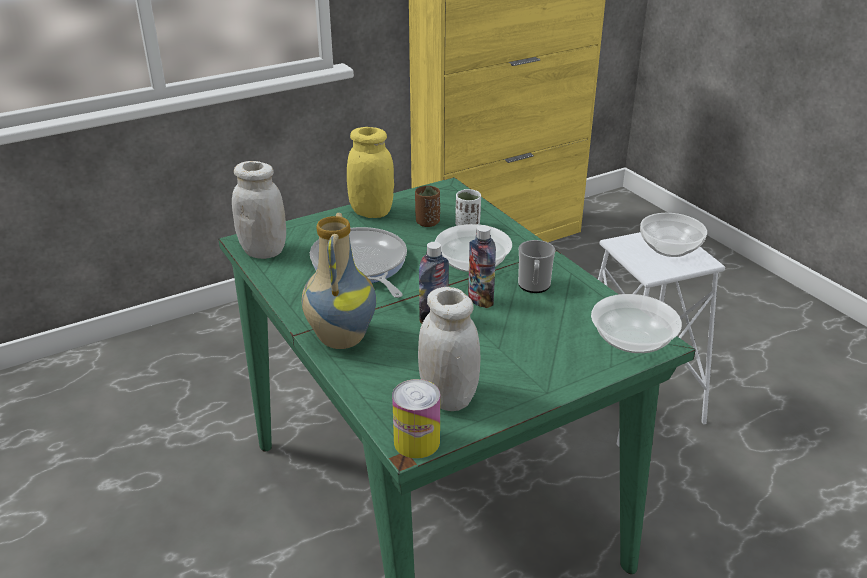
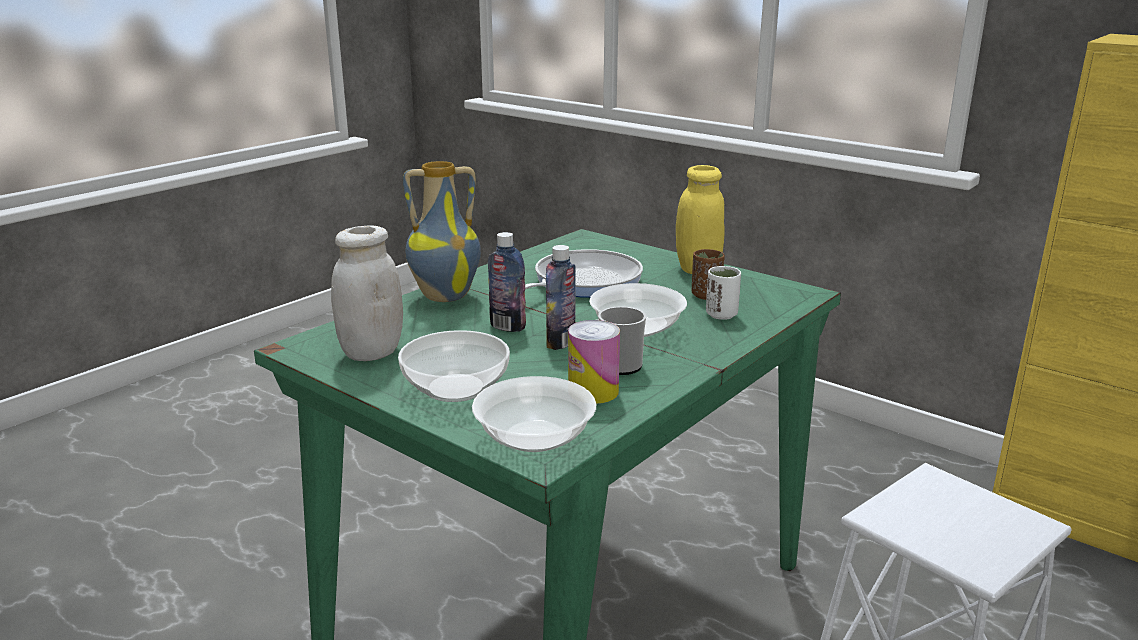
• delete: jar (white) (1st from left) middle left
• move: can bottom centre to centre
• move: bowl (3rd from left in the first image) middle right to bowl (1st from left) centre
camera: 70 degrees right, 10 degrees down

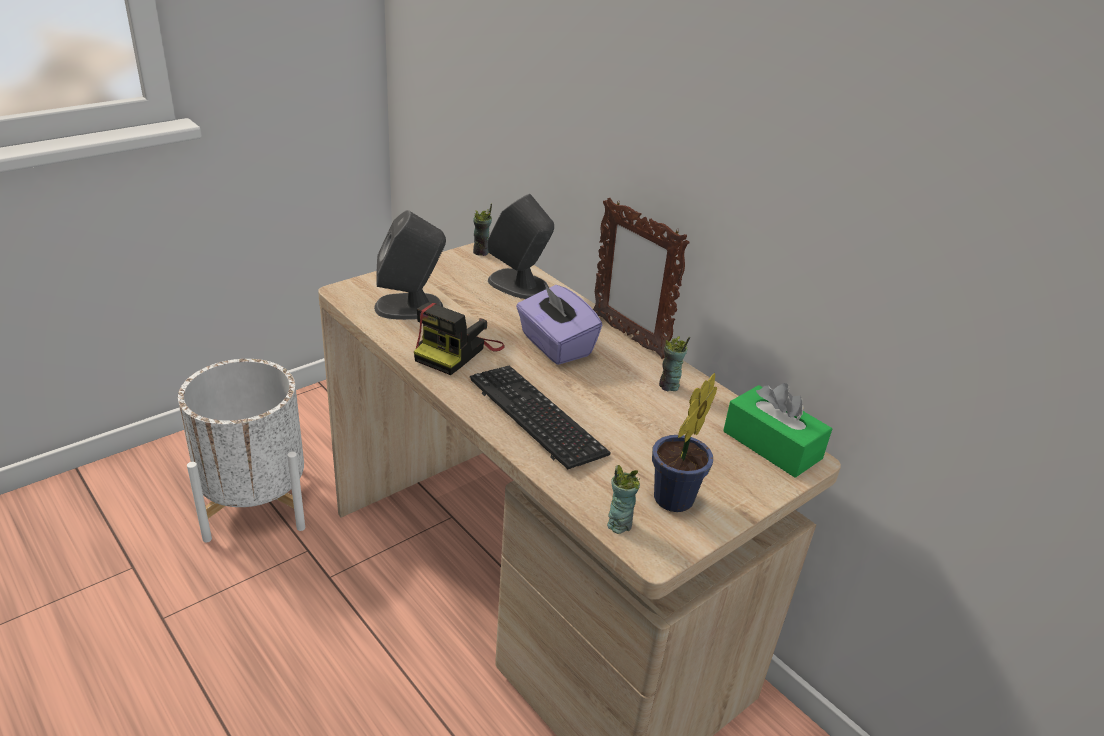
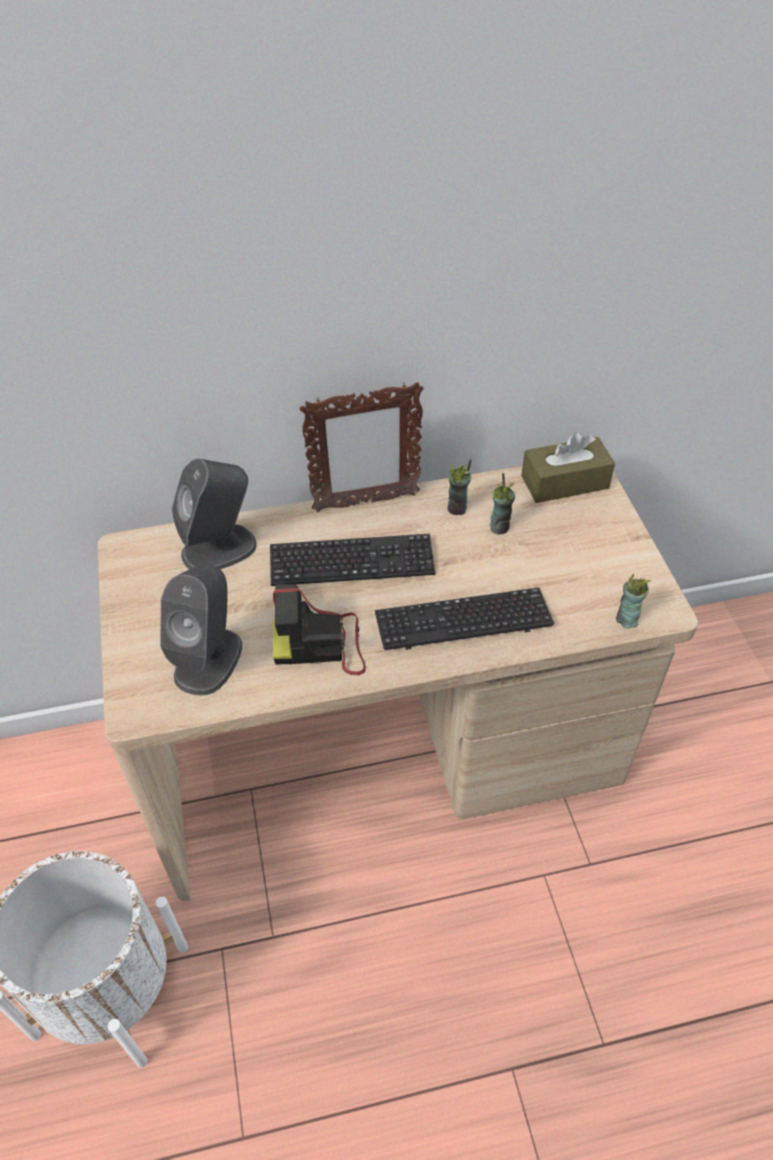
• delete: potted plant centre
• move: cup (1st from left in the first image) top centre to cup (2nd from left) centre
• replace: tissue box (purple) centre to keyboard (1st from left) centre
• recolor: tissue box (green) middle right to tissue box (brown) middle right
• rotate: photo camera centre = centre 120 degrees clockwise
camera: 60 degrees left, 15 degrees up

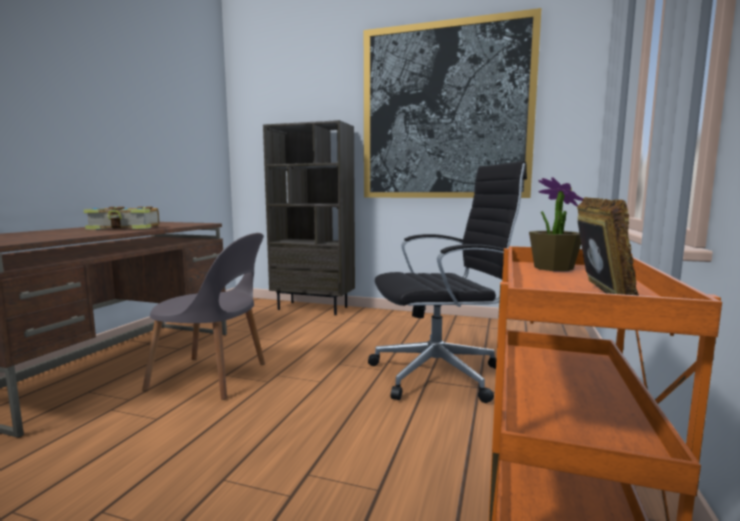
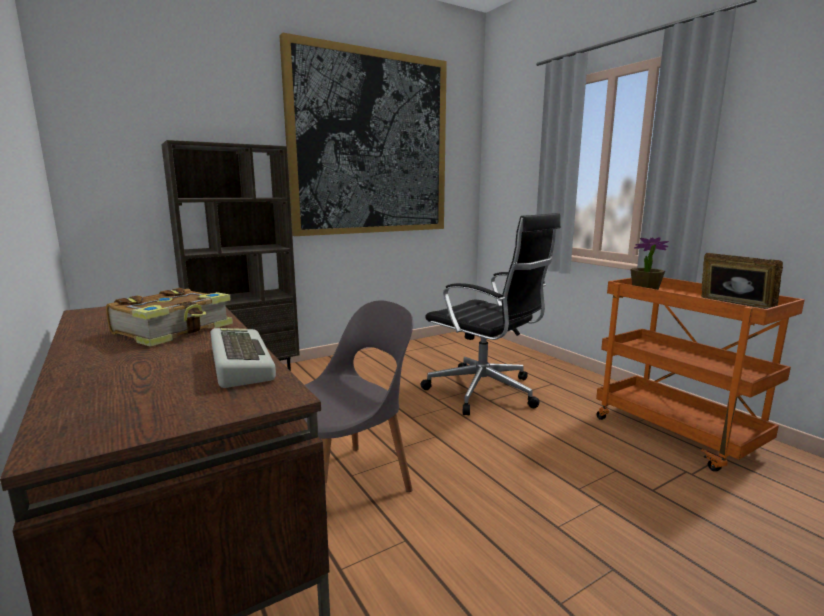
• insert: keyboard middle left
• rotate: office chair (black) centre = centre 105 degrees clockwise
camera: 50 degrees left, 5 degrees up

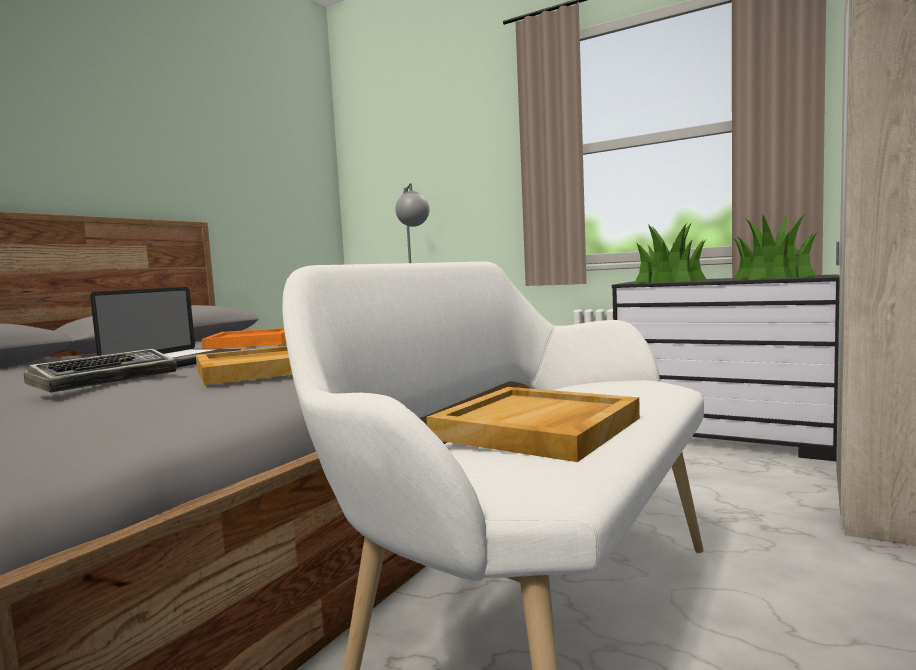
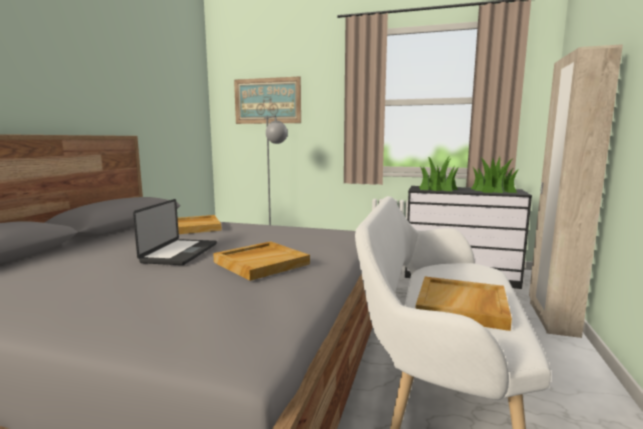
• delete: keyboard middle left
• insert: picture top centre
• recolor: tray (orange) middle left to tray (beige) (1st from left) middle left
camera: 15 degrees left, 5 degrees up

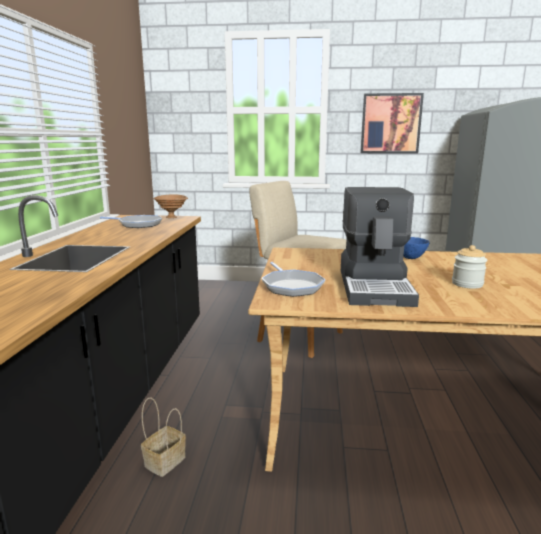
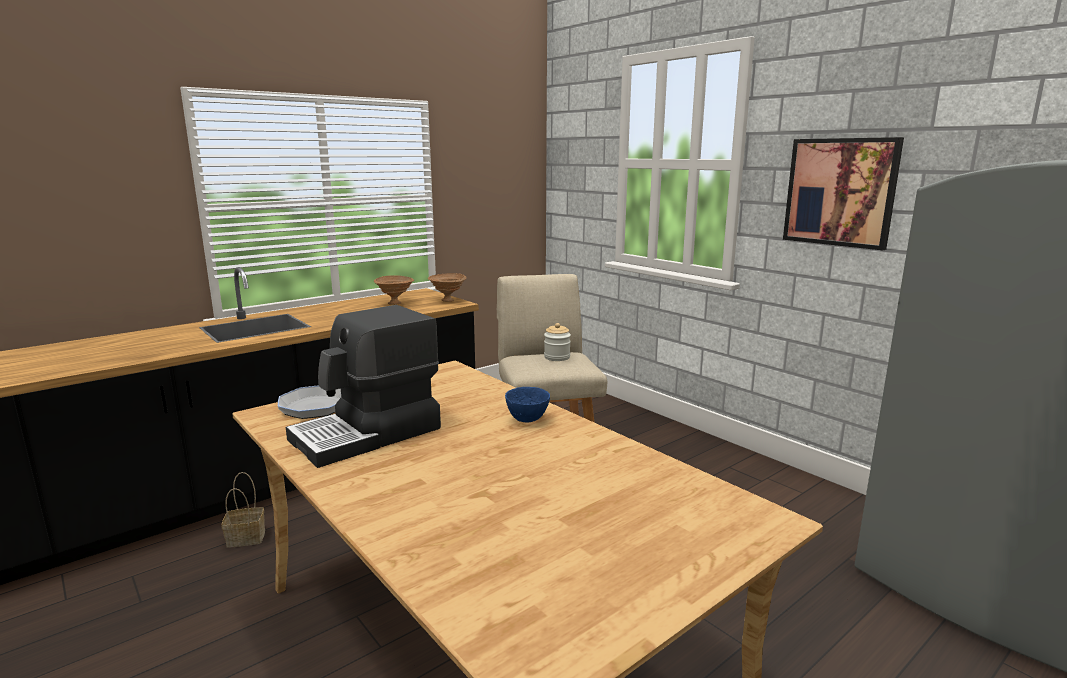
• move: jar middle right to centre
• replace: frying pan (1st from left) middle left to bowl (brown) (1st from left) centre
camera: 45 degrees right, 0 degrees up

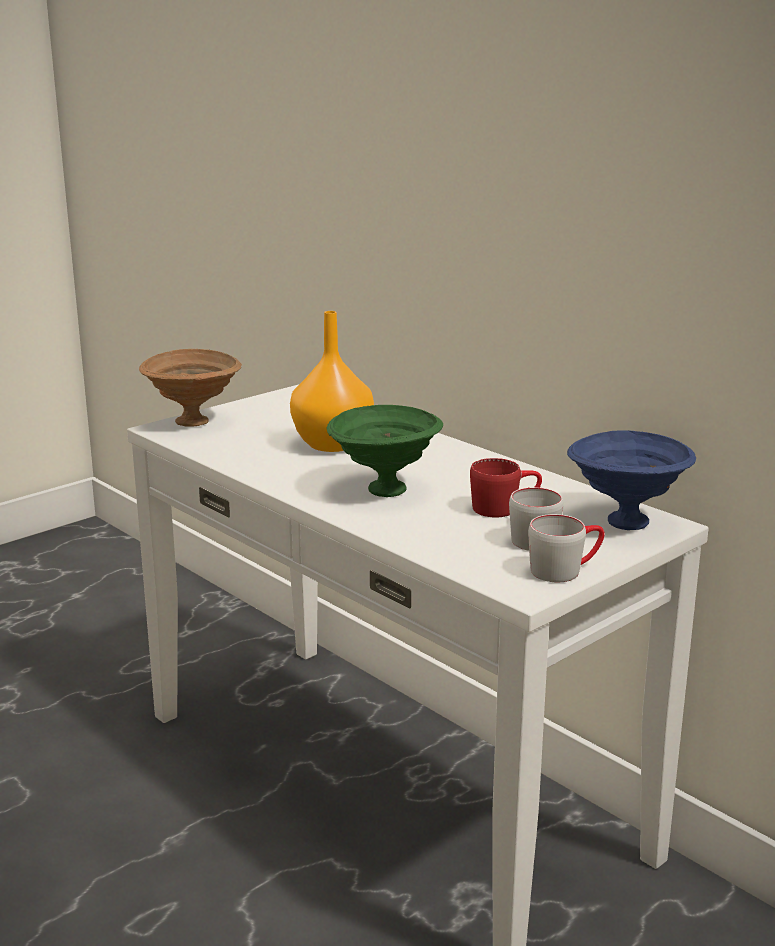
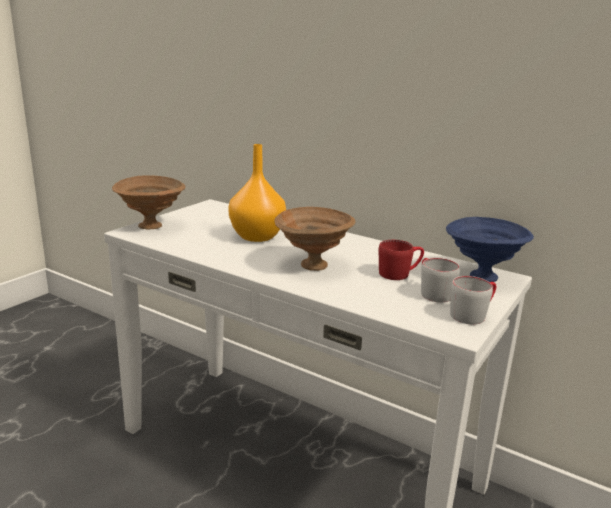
• recolor: bowl (green) centre to bowl (brown) (2nd from left) centre
camera: 15 degrees left, 0 degrees up

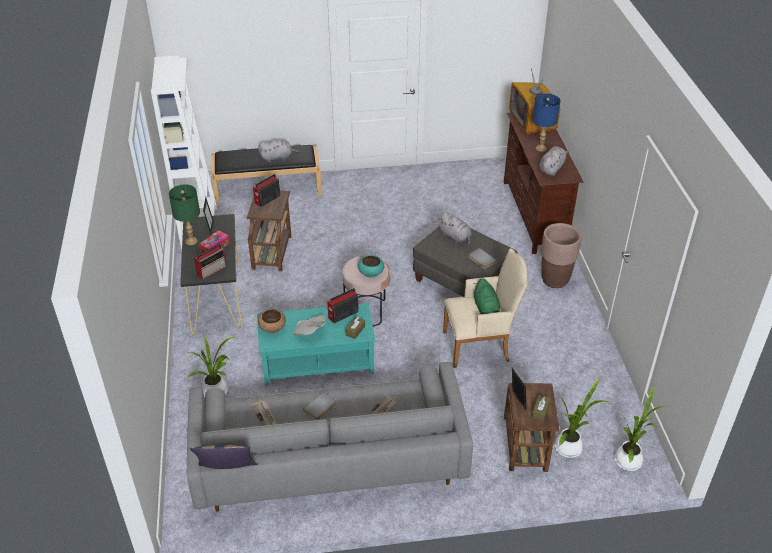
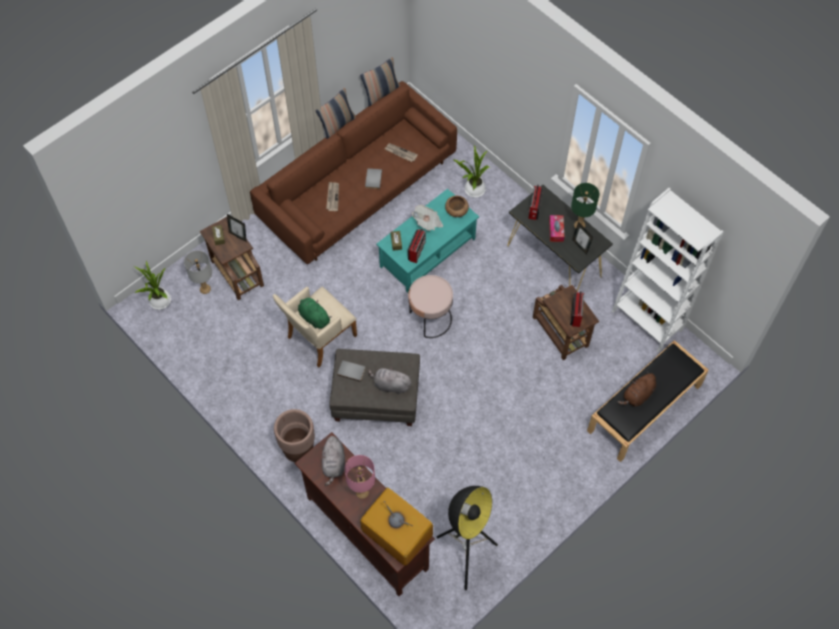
• delete: bowl (turquoise) centre
• insert: pillow (1st from left) top centre
• insert: floor lamp bottom centre
• replace: potted plant (2nd from left) bottom right to table lamp (grey) middle left
• recolor: sofa (grey) bottom centre to sofa (brown) top centre
• recolor: plush toy (grey) (1st from left) top centre to plush toy (brown) middle right
• recolor: table lamp (blue) top right to table lamp (pink) bottom centre
camera: 145 degrees right, 20 degrees up

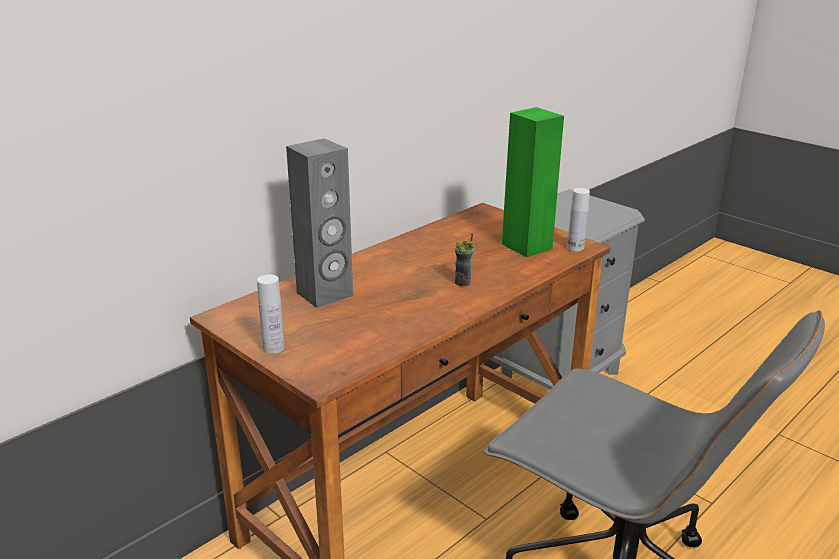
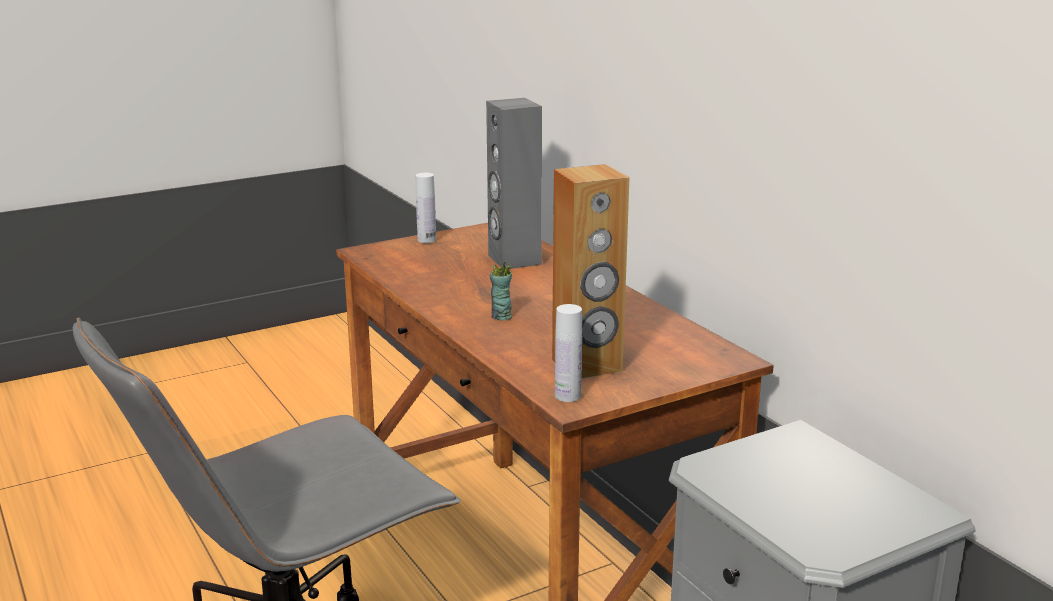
• recolor: speaker (green) top centre to speaker (brown) centre
camera: 105 degrees right, 5 degrees down

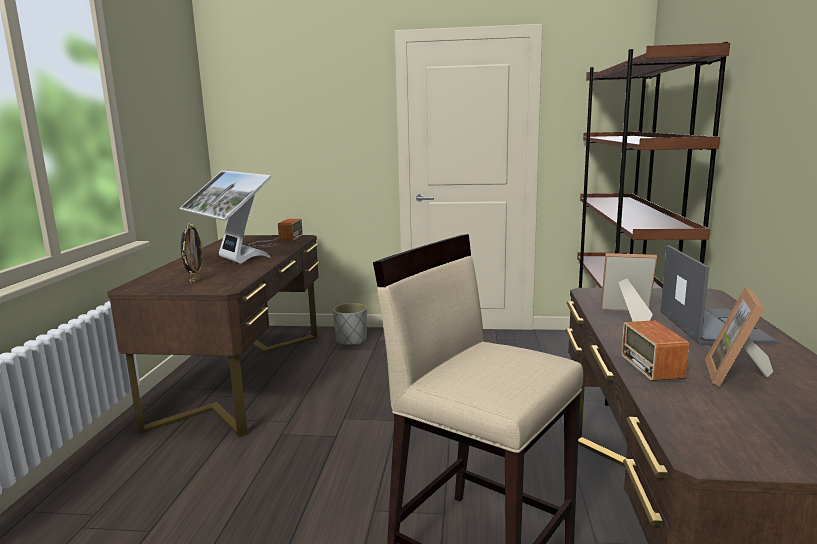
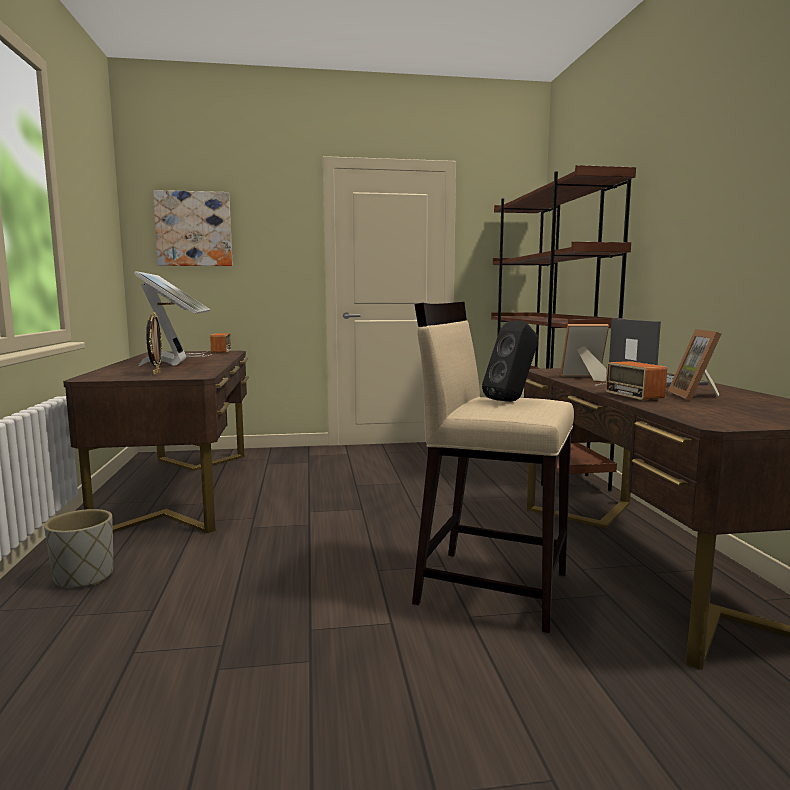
• insert: picture top left
• insert: speaker (black) centre
• move: planter (grey) centre to bottom left
• rotate: monitor middle left = middle left 135 degrees counterclockwise
camera: 15 degrees left, 5 degrees down

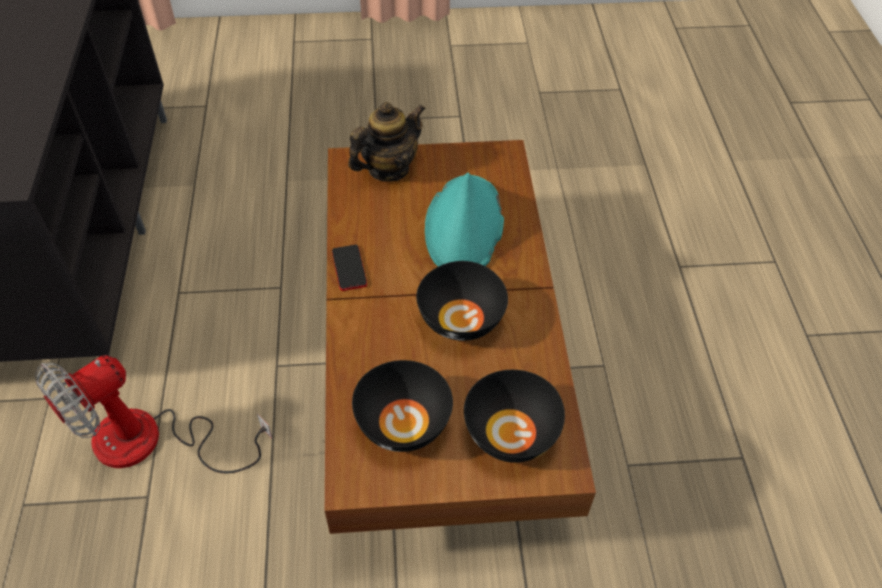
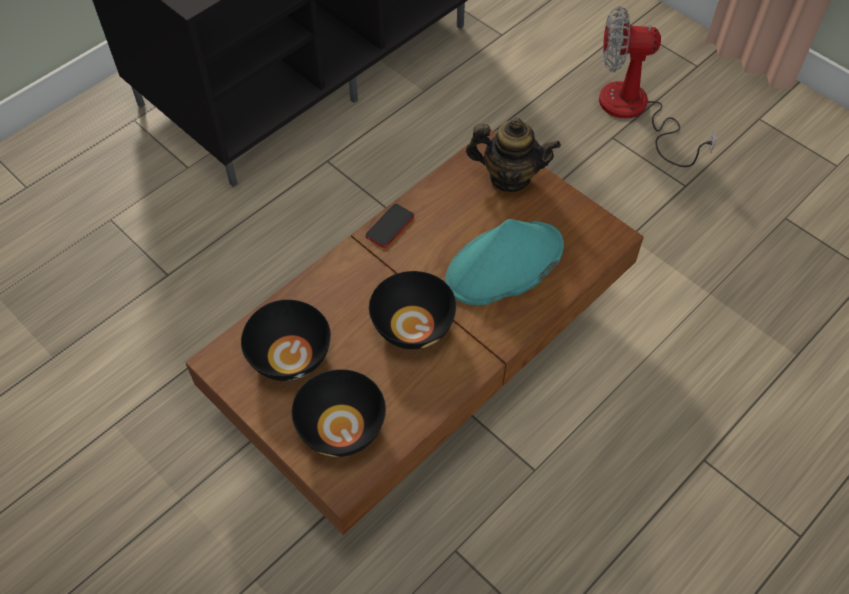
• move: fan bottom left to top right
camera: 50 degrees right, 5 degrees up

